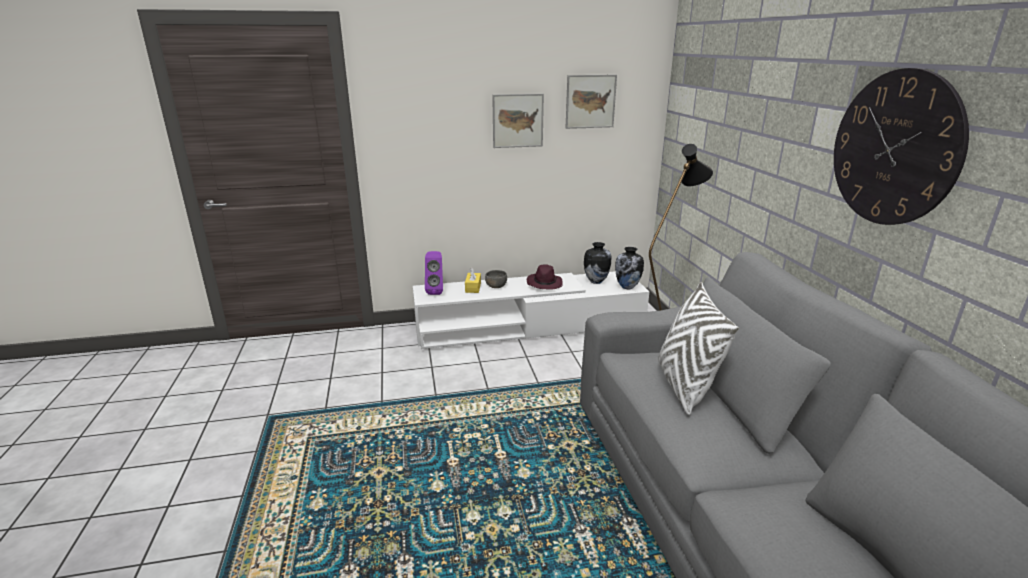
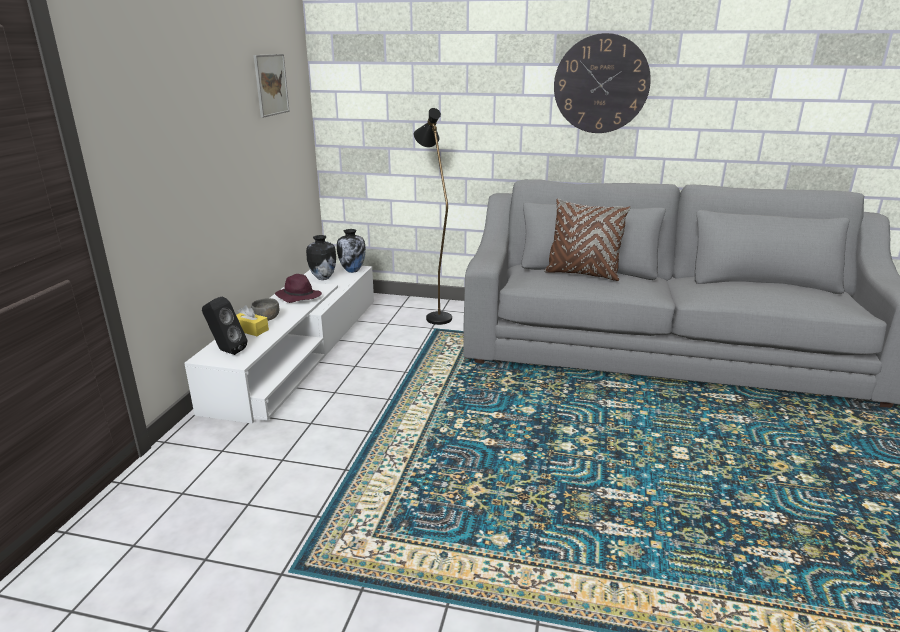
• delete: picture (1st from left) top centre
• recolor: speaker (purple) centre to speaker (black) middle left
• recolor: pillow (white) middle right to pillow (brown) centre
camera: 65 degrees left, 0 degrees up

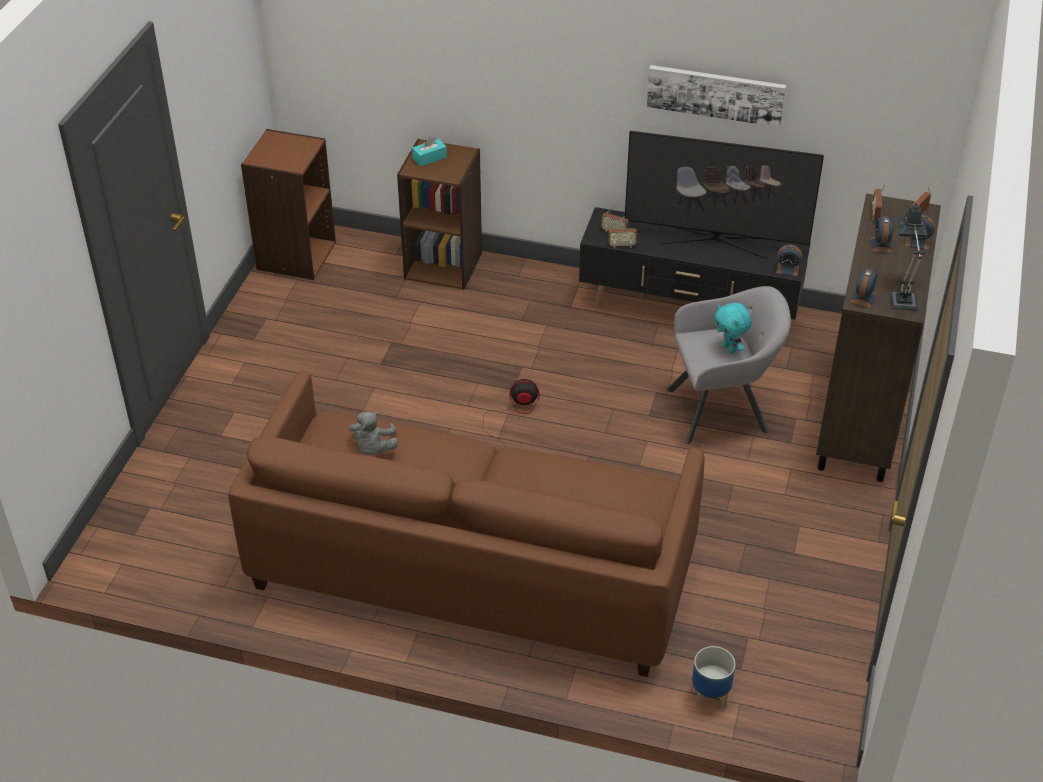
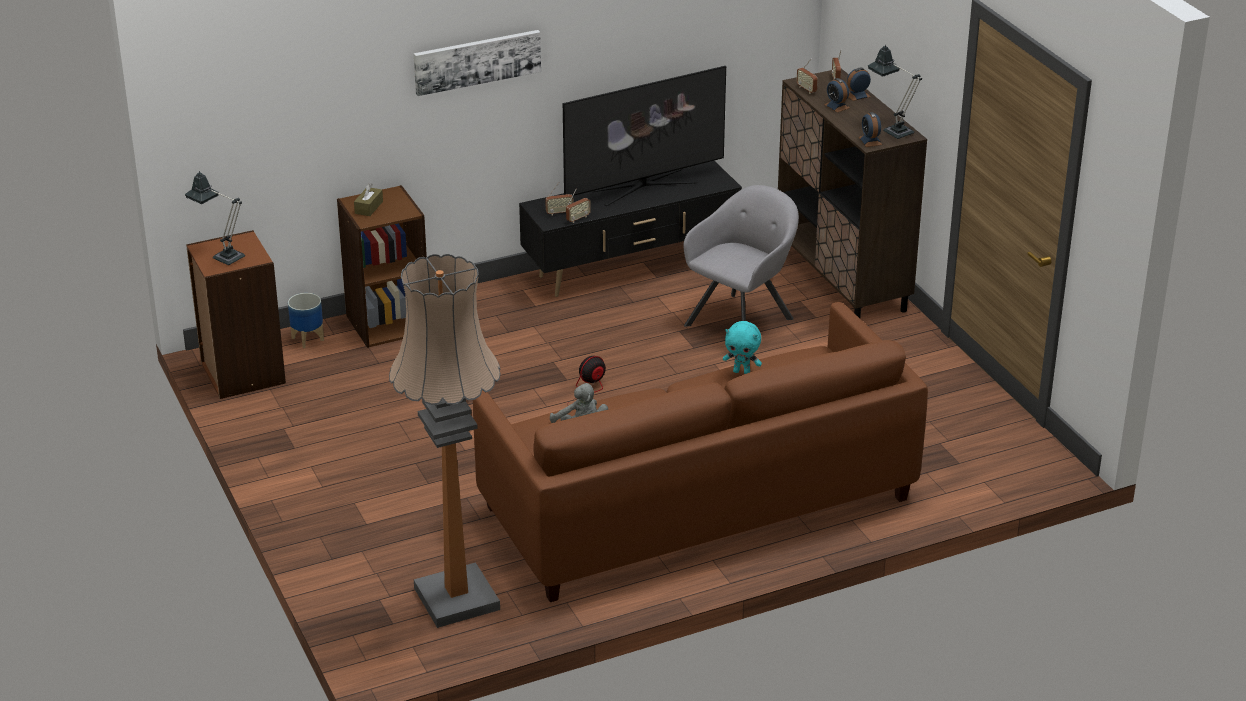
• delete: alarm clock (1st from left) top right
• insert: table lamp (1st from left) top left
• insert: floor lamp centre
• move: picture top right to top centre
• move: planter bottom right to middle left
• move: plush toy (turquoise) middle right to centre
• recolor: tissue box (turquoise) top centre to tissue box (brown) top left
camera: 40 degrees left, 10 degrees down

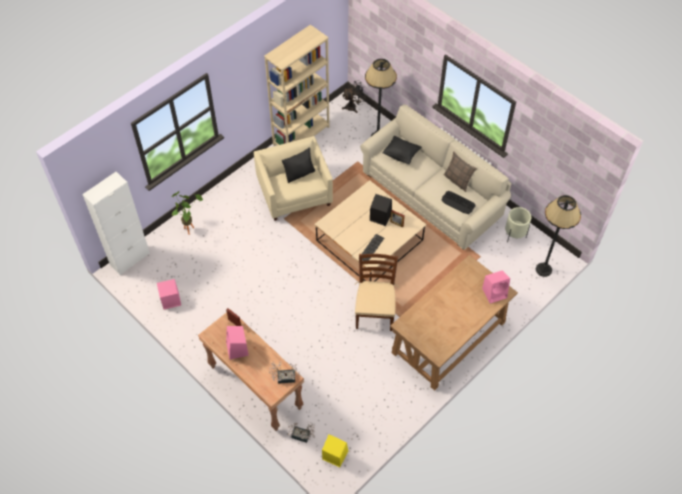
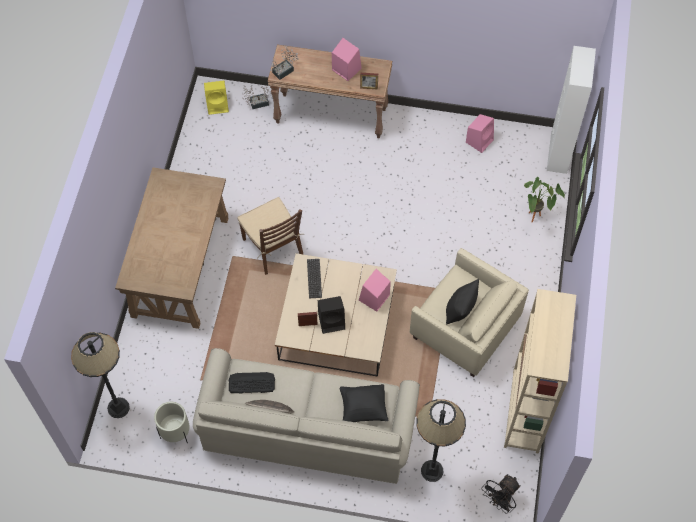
• move: speaker (pink) (3rd from left in the first image) middle right to speaker (pink) (2nd from left) centre
camera: 145 degrees right, 5 degrees up

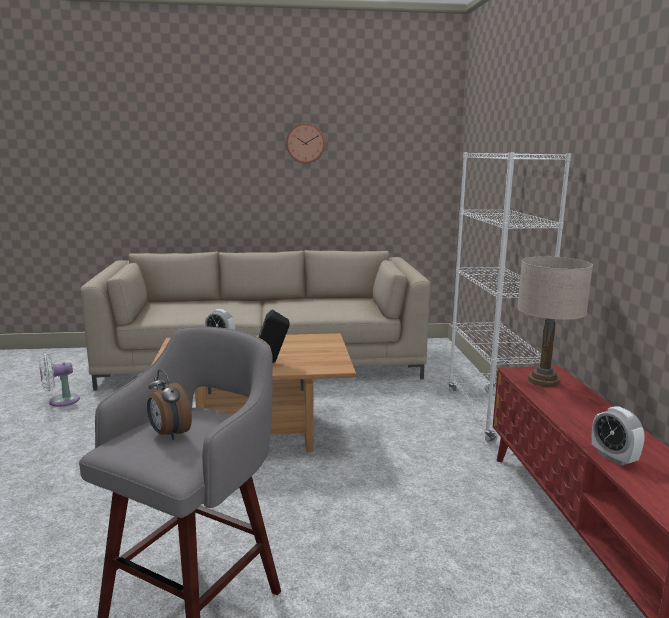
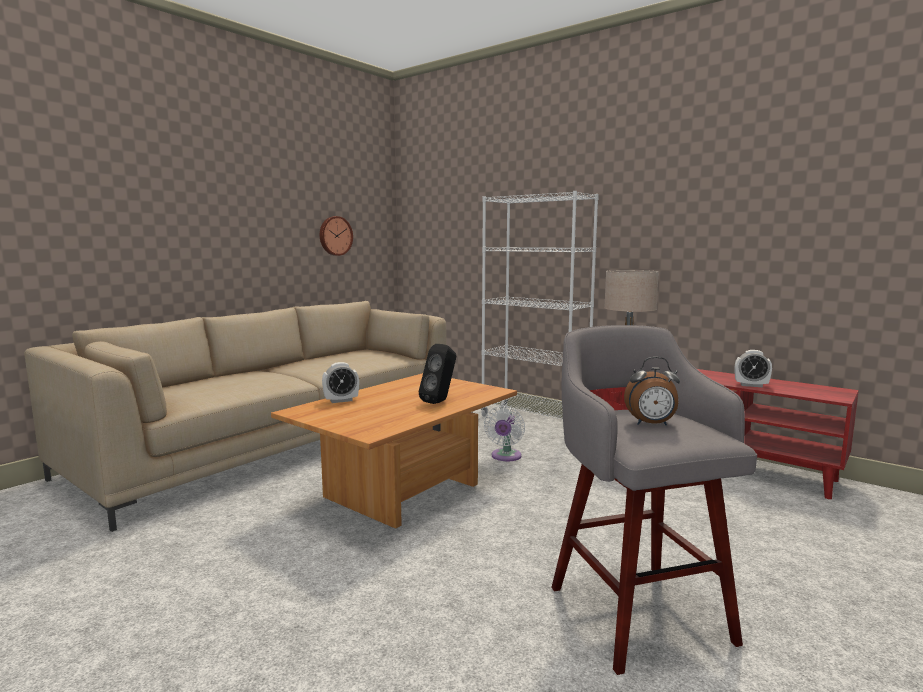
• move: fan (white) middle left to centre
• move: wall clock top centre to centre
camera: 45 degrees left, 5 degrees down

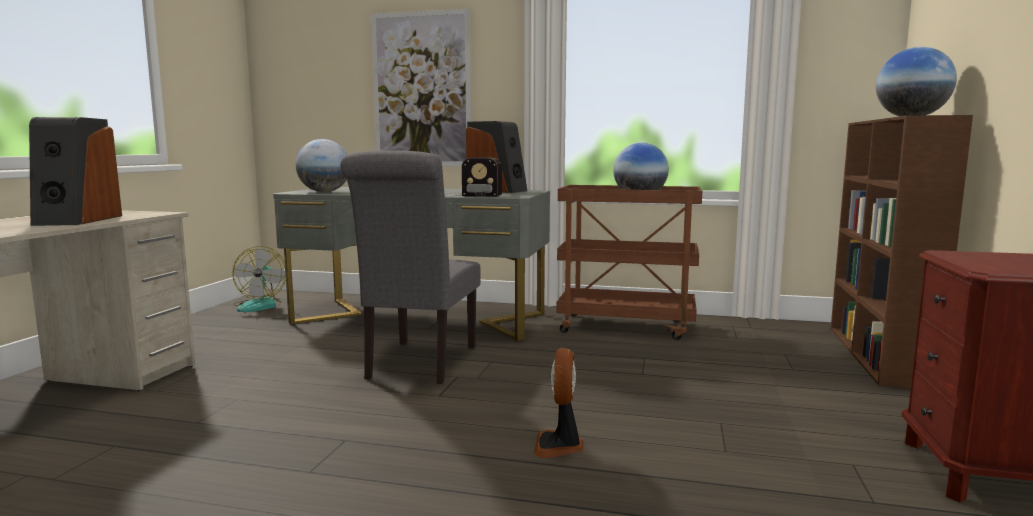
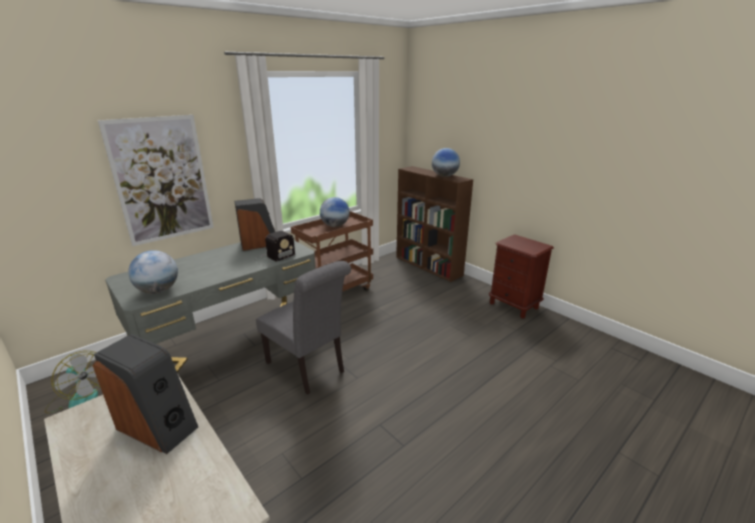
• delete: fan (2nd from left) bottom centre
camera: 55 degrees left, 15 degrees up

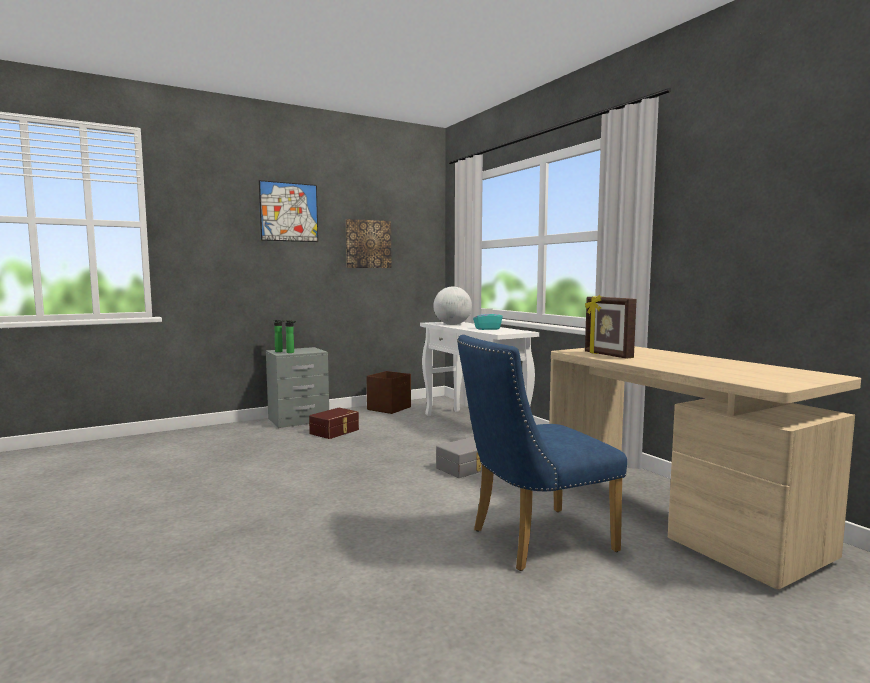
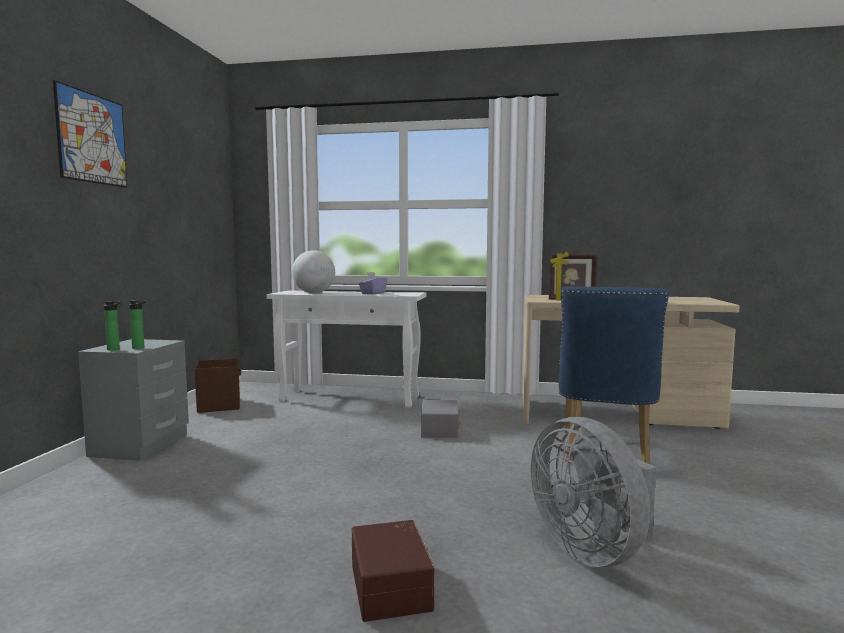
• delete: picture (2nd from left) centre
• insert: fan (grey) bottom right
• move: storage box (brown) (1st from left in the first image) centre to storage box (brown) (2nd from left) bottom centre
• recolor: tissue box (turquoise) centre to tissue box (purple) centre
camera: 50 degrees left, 0 degrees up

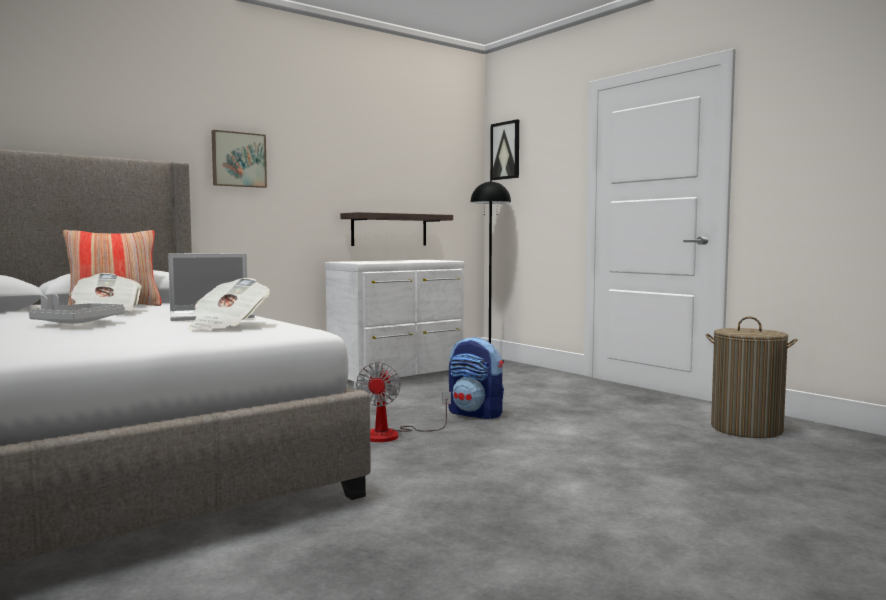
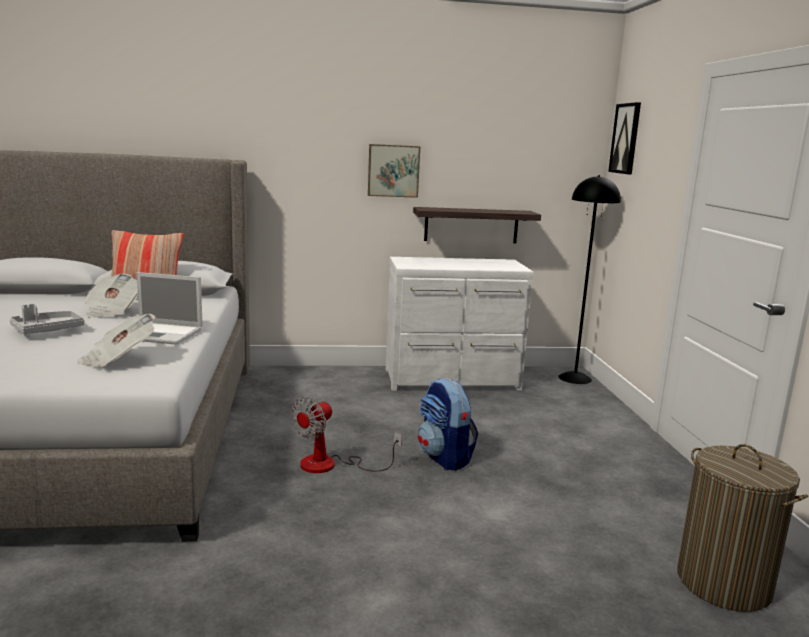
• move: picture (1st from left) top left to top centre
camera: 30 degrees right, 10 degrees up

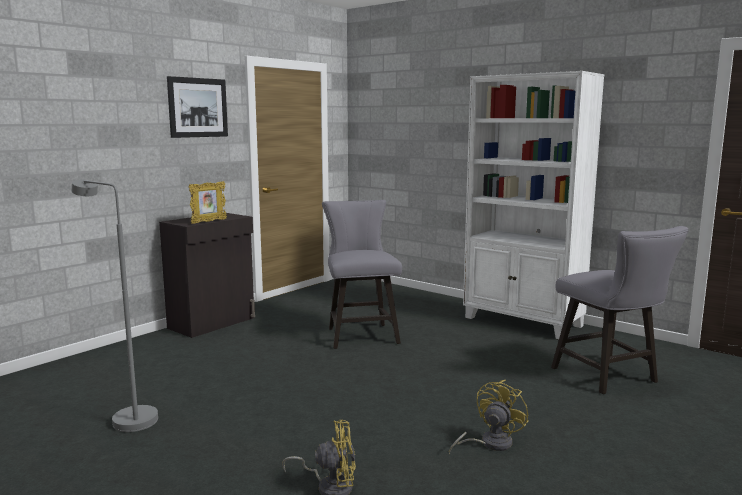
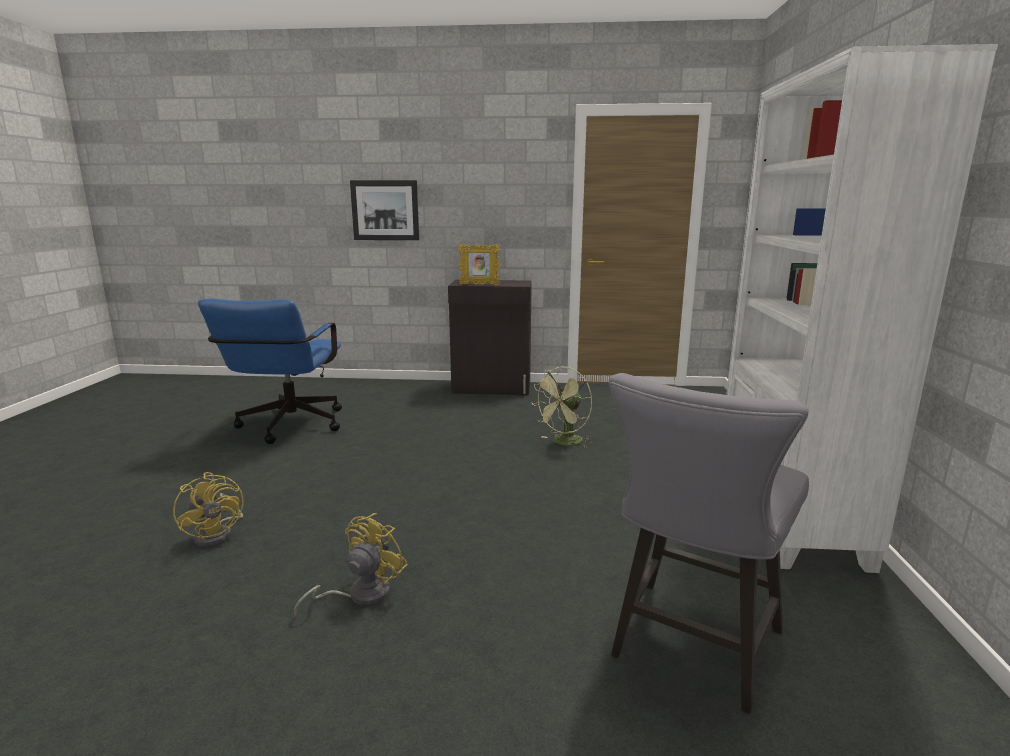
• move: picture top left to top centre
• replace: floor lamp (grey) middle left to office chair (blue) middle left
• replace: chair (grey) (1st from left) centre to fan (green) centre
• rotate: fan (yellow) (2nd from left) bottom centre = bottom centre 60 degrees counterclockwise
camera: 55 degrees right, 5 degrees up

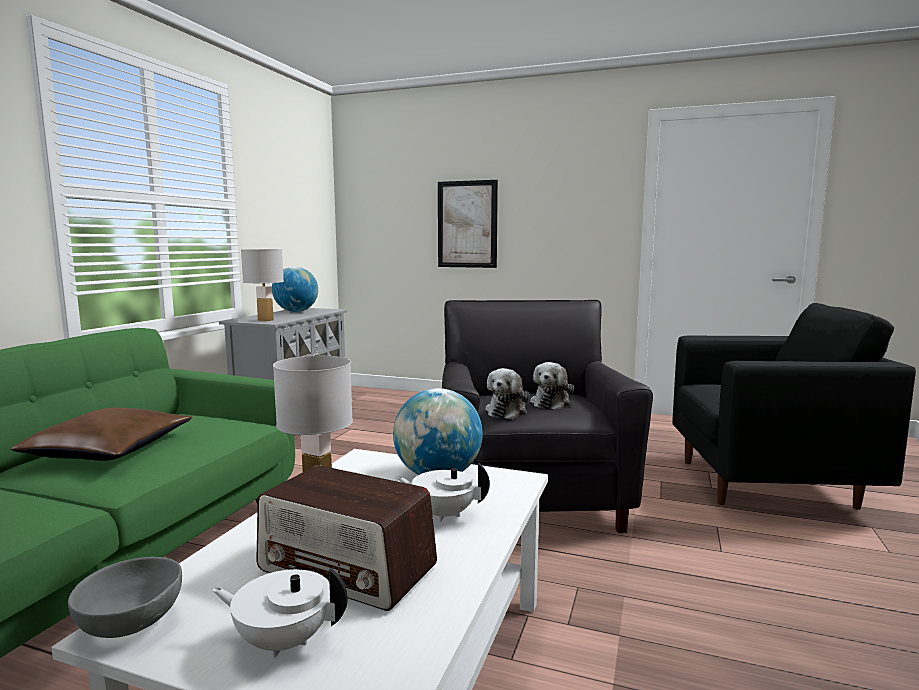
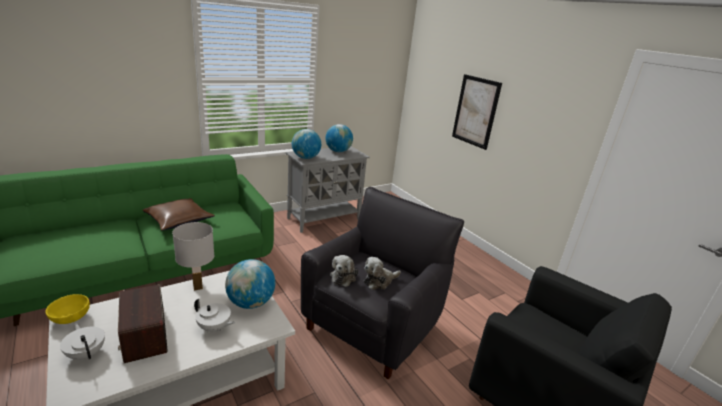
• replace: table lamp (white) (1st from left) middle left to globe (2nd from left) centre
• recolor: bowl (grey) bottom left to bowl (yellow) bottom left
• rotate: teapot (white) (2nd from left) bottom centre = bottom left 150 degrees clockwise
• rotate: plush toy (1st from left) centre = bottom centre 45 degrees counterclockwise
camera: 35 degrees right, 15 degrees up

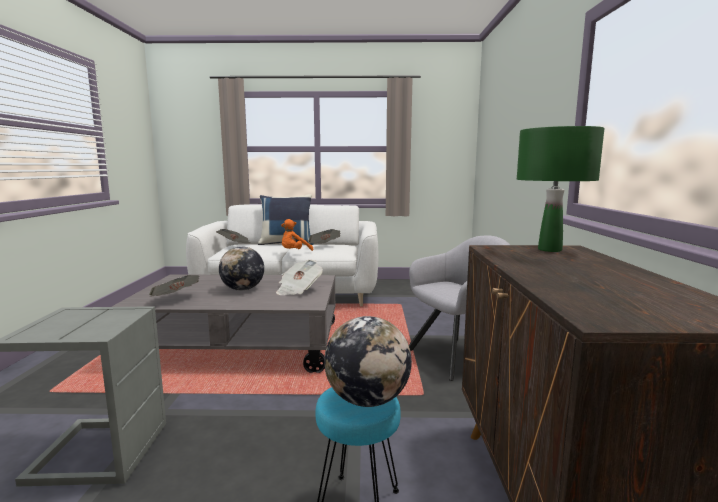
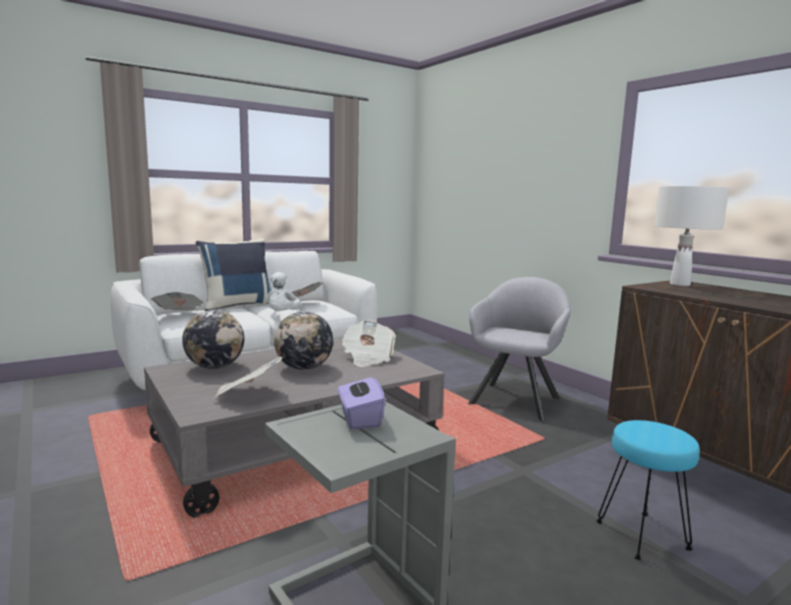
• insert: tissue box (purple) centre
• move: globe (2nd from left in the first image) bottom centre to globe (1st from left) middle left
• recolor: plush toy (orange) centre to plush toy (white) centre
• recolor: table lamp (green) middle right to table lamp (white) middle right
camera: 35 degrees left, 0 degrees up

